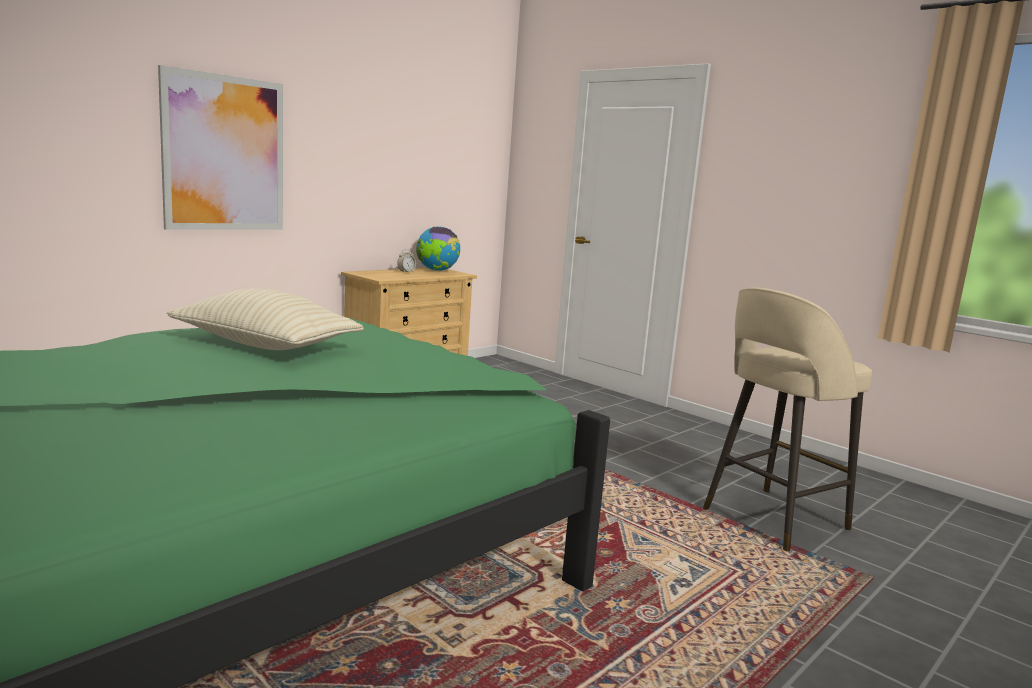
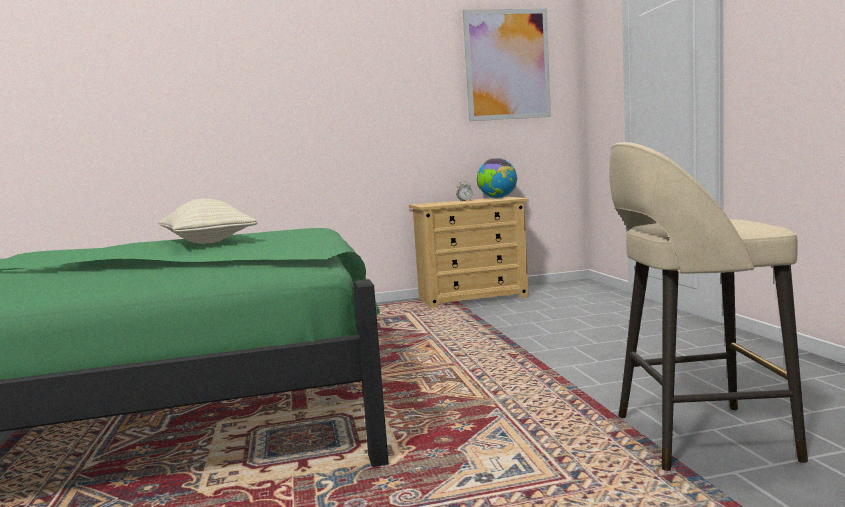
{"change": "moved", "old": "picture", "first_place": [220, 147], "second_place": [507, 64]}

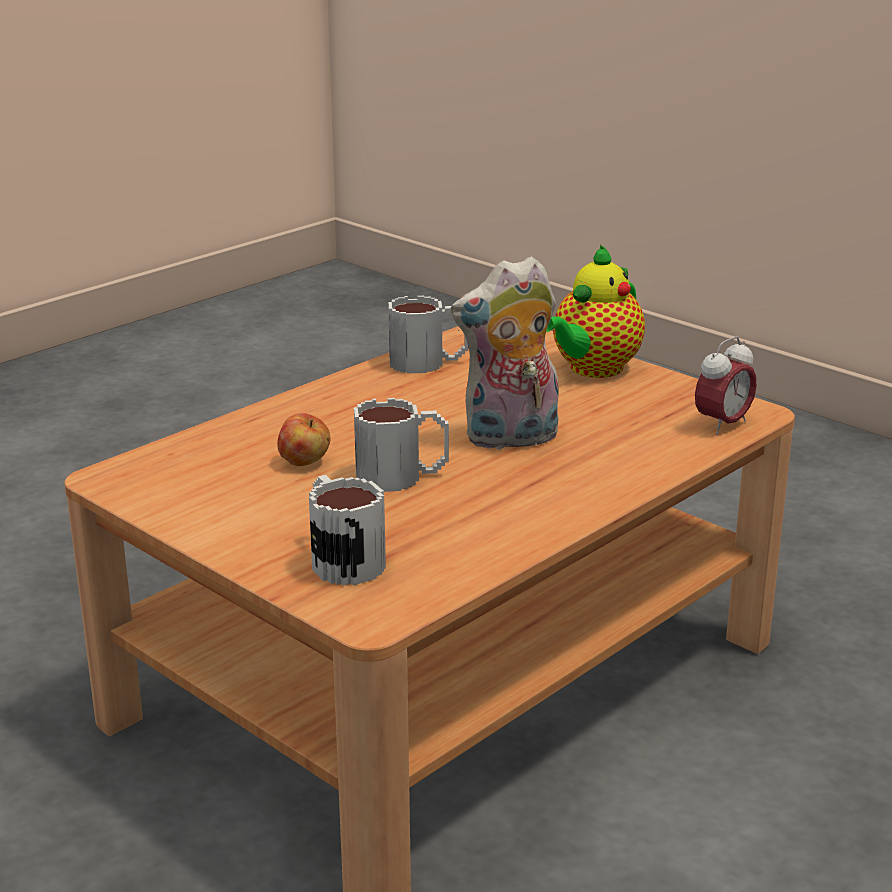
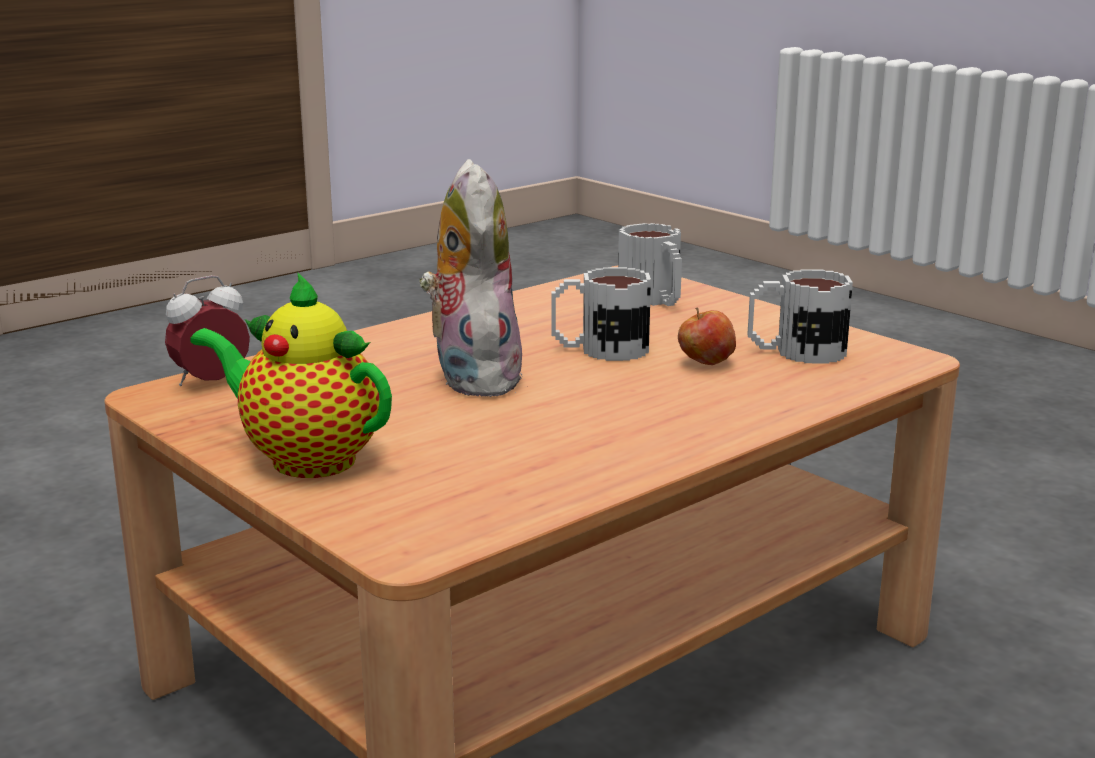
{"change": "moved", "old": "mug", "first_place": [428, 334], "second_place": [800, 316]}
{"change": "turned", "old": "plush toy", "first_place": [505, 353], "second_place": [471, 278], "degrees": -90}
{"change": "turned", "old": "teapot", "first_place": [595, 311], "second_place": [291, 375], "degrees": -105}

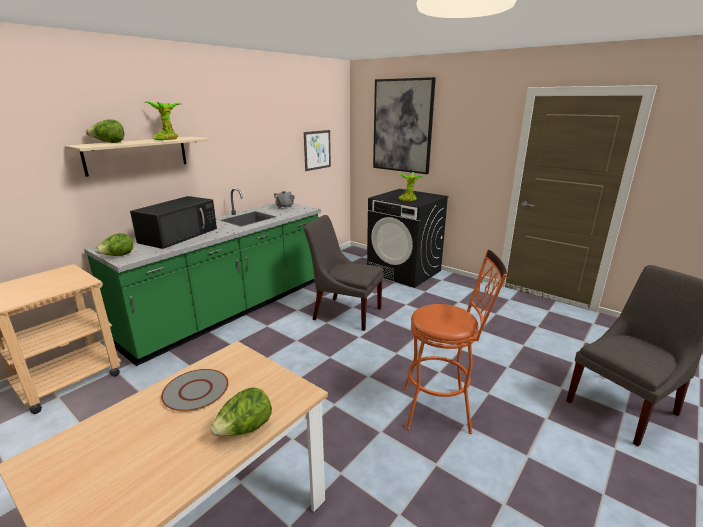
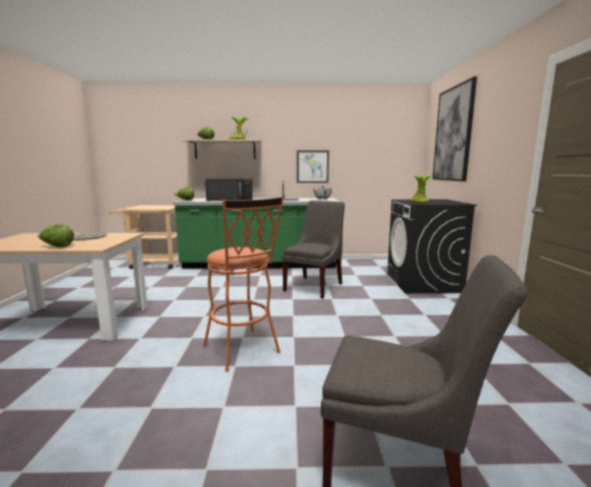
{"change": "moved", "old": "picture", "first_place": [317, 150], "second_place": [313, 166]}
{"change": "turned", "old": "grey chair", "first_place": [343, 273], "second_place": [313, 249], "degrees": 45}

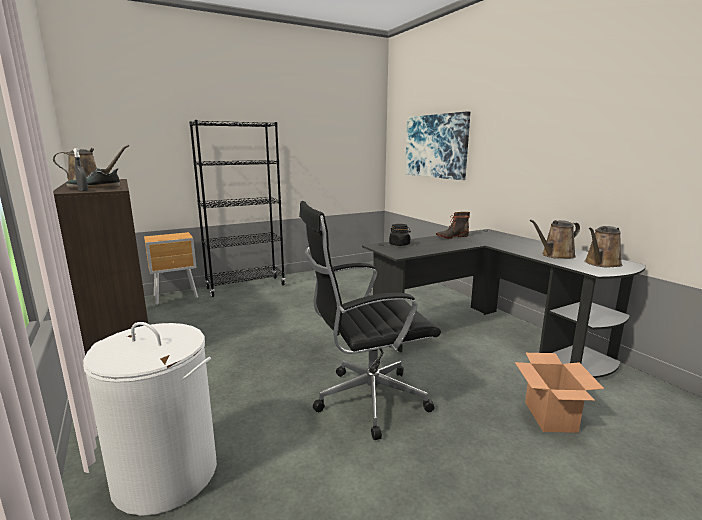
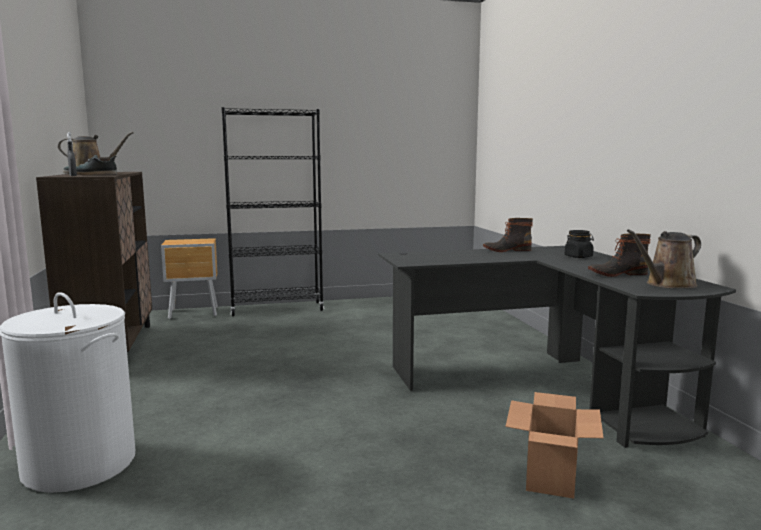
{"change": "removed", "old": "black office chair", "first_place": [370, 320]}
{"change": "removed", "old": "picture", "first_place": [437, 145]}
{"change": "moved", "old": "black jar", "first_place": [400, 235], "second_place": [579, 244]}
{"change": "replaced", "old": "brown watering can", "new": "boot", "first_place": [555, 239], "second_place": [619, 255]}

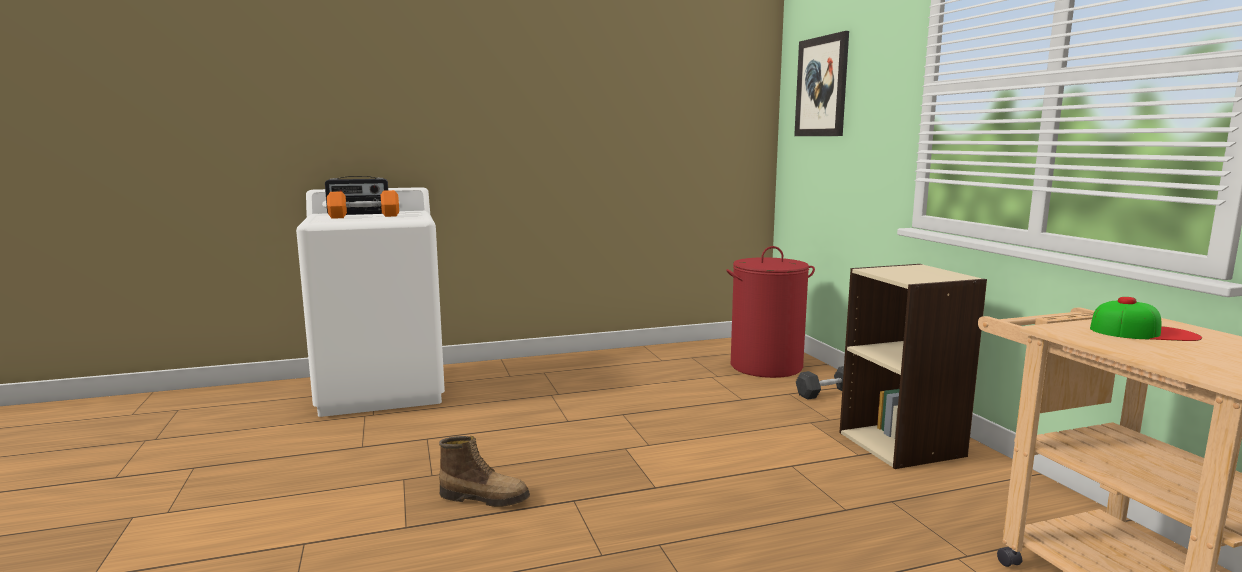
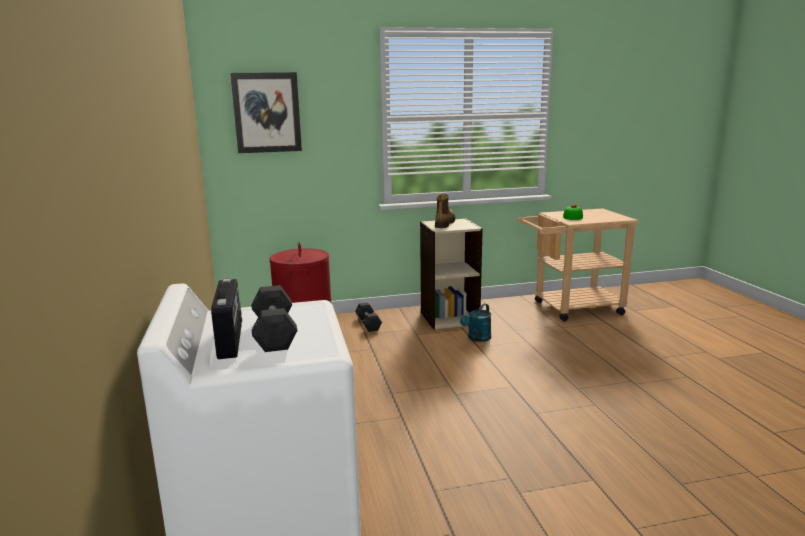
{"change": "added", "new": "turquoise watering can", "second_place": [475, 322]}
{"change": "moved", "old": "boot", "first_place": [484, 471], "second_place": [445, 211]}
{"change": "recoloured", "old": "orange dumbbell", "new": "grey dumbbell", "first_place": [363, 204], "second_place": [275, 318]}

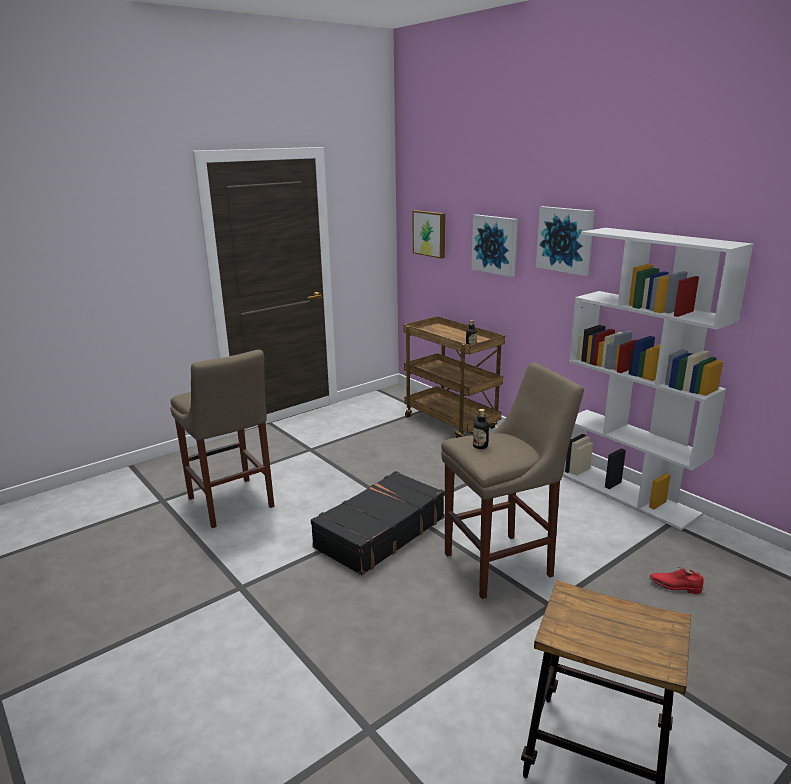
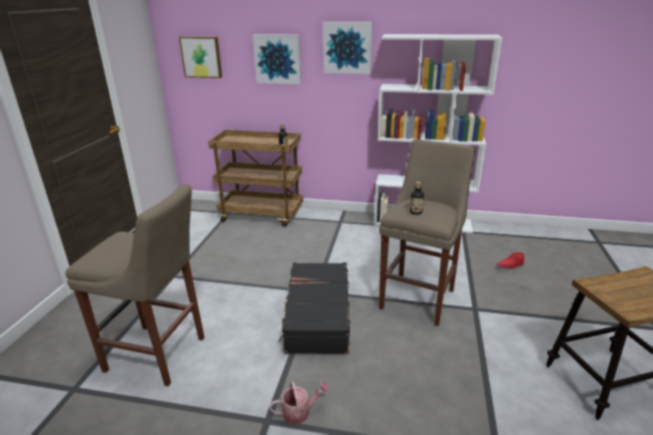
{"change": "added", "new": "watering can", "second_place": [299, 402]}

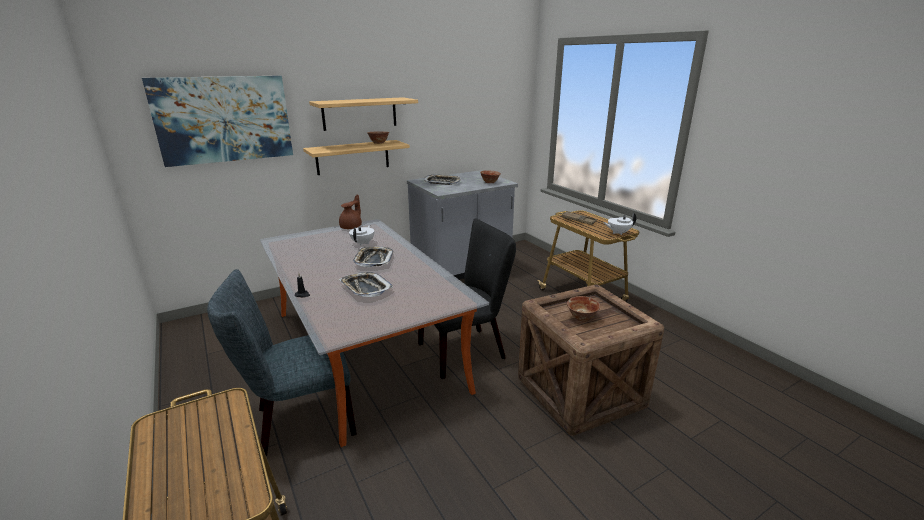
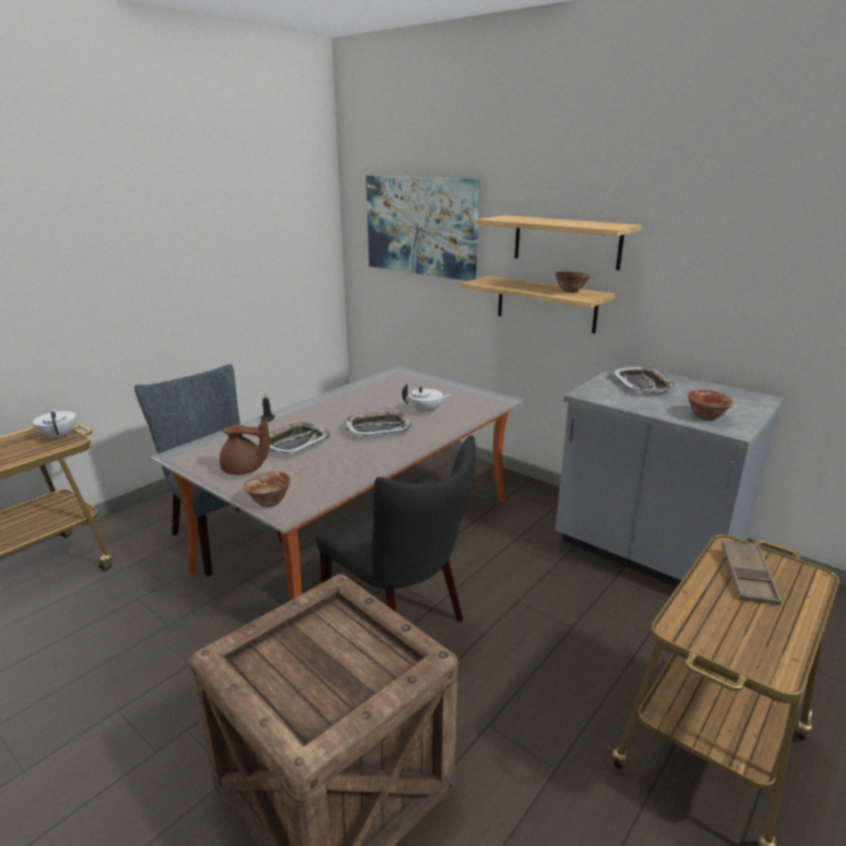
{"change": "moved", "old": "brown teapot", "first_place": [350, 212], "second_place": [244, 447]}
{"change": "moved", "old": "bowl", "first_place": [583, 309], "second_place": [267, 489]}
{"change": "moved", "old": "white teapot", "first_place": [619, 224], "second_place": [54, 424]}

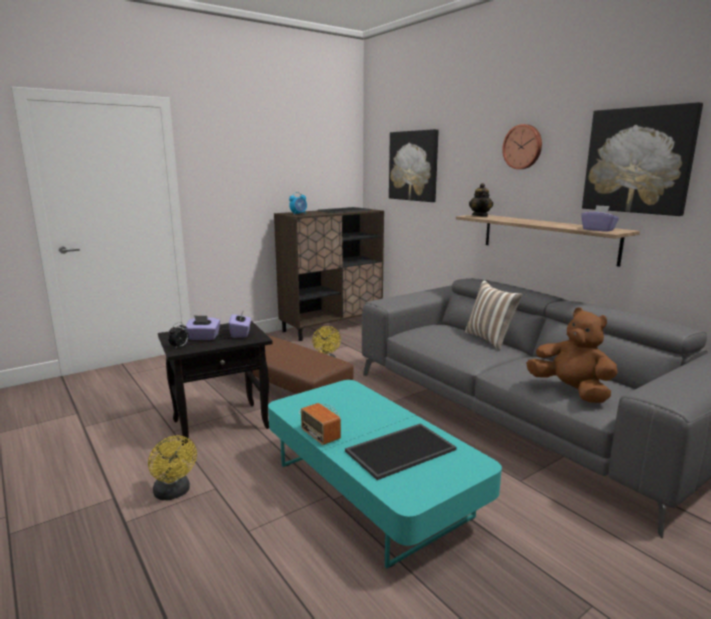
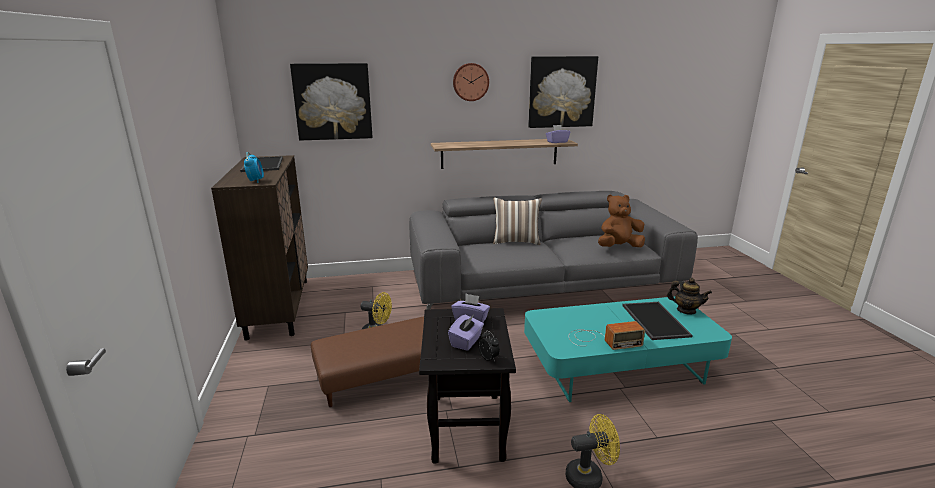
{"change": "moved", "old": "teapot", "first_place": [481, 200], "second_place": [689, 296]}

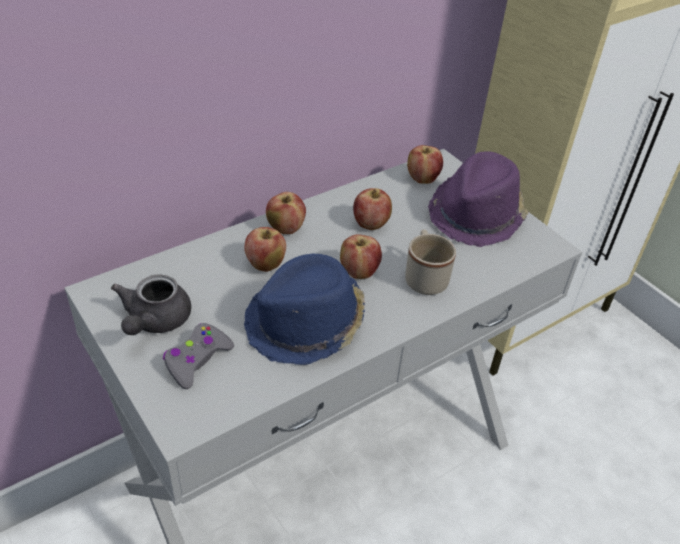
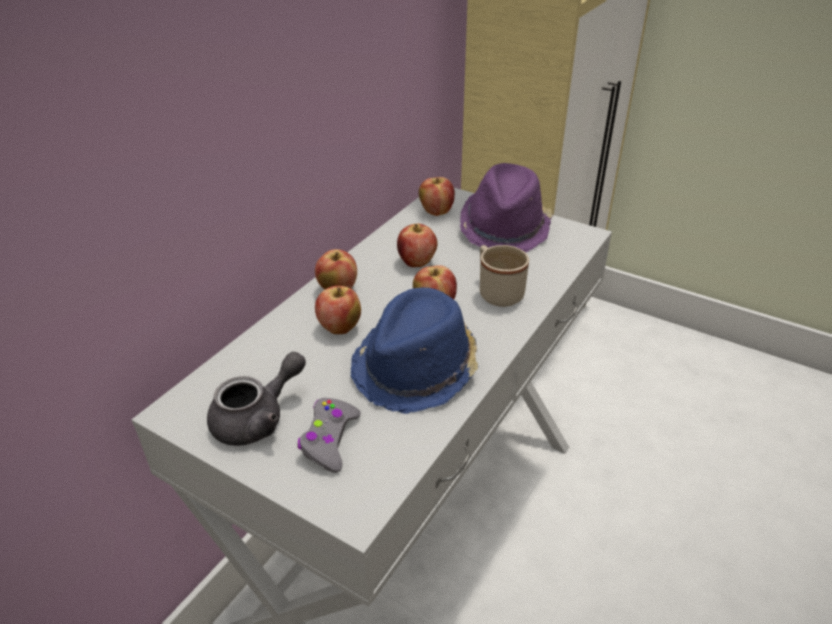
{"change": "turned", "old": "grey teapot", "first_place": [151, 304], "second_place": [256, 399], "degrees": -120}

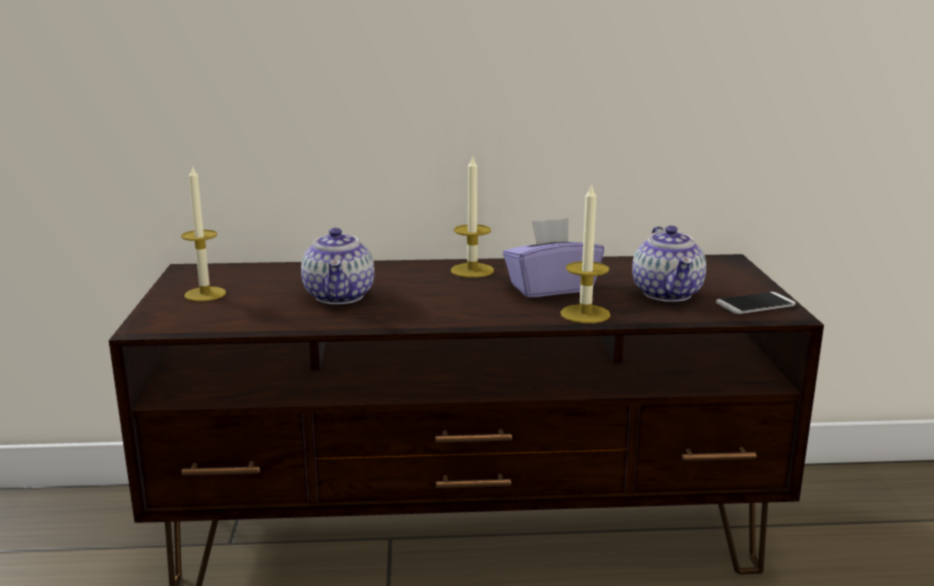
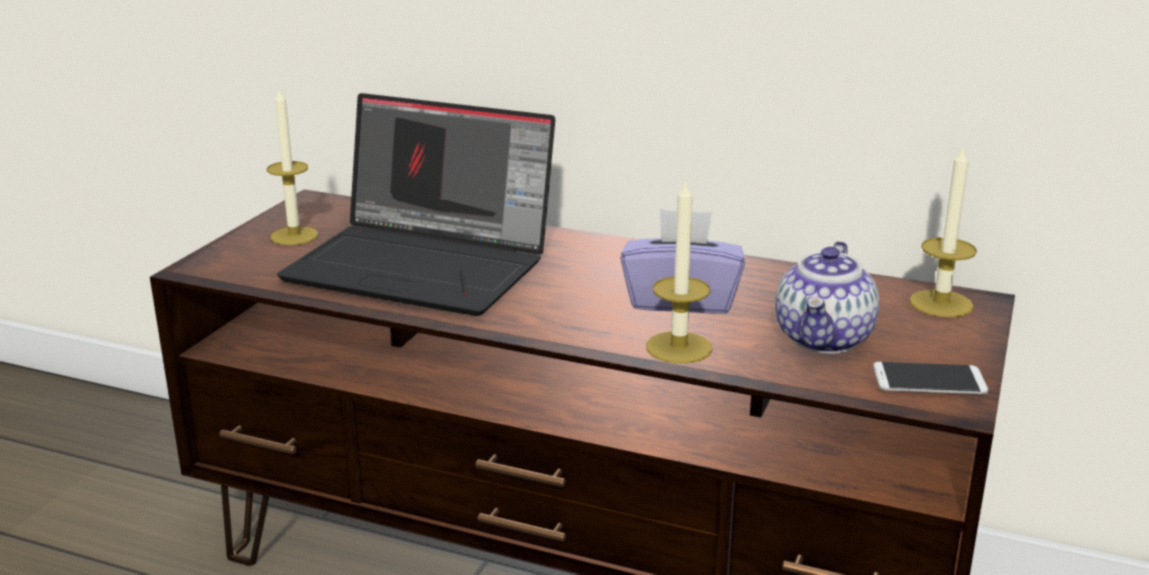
{"change": "moved", "old": "candle", "first_place": [472, 216], "second_place": [943, 230]}
{"change": "replaced", "old": "teapot", "new": "laptop", "first_place": [338, 266], "second_place": [416, 204]}

